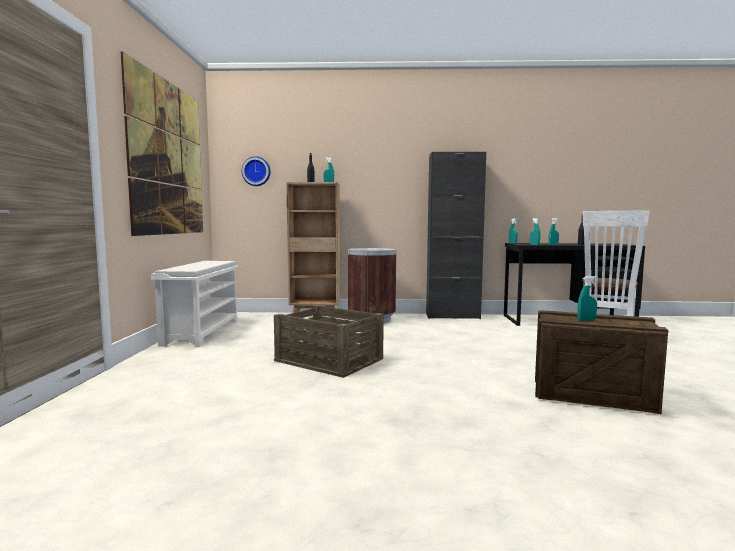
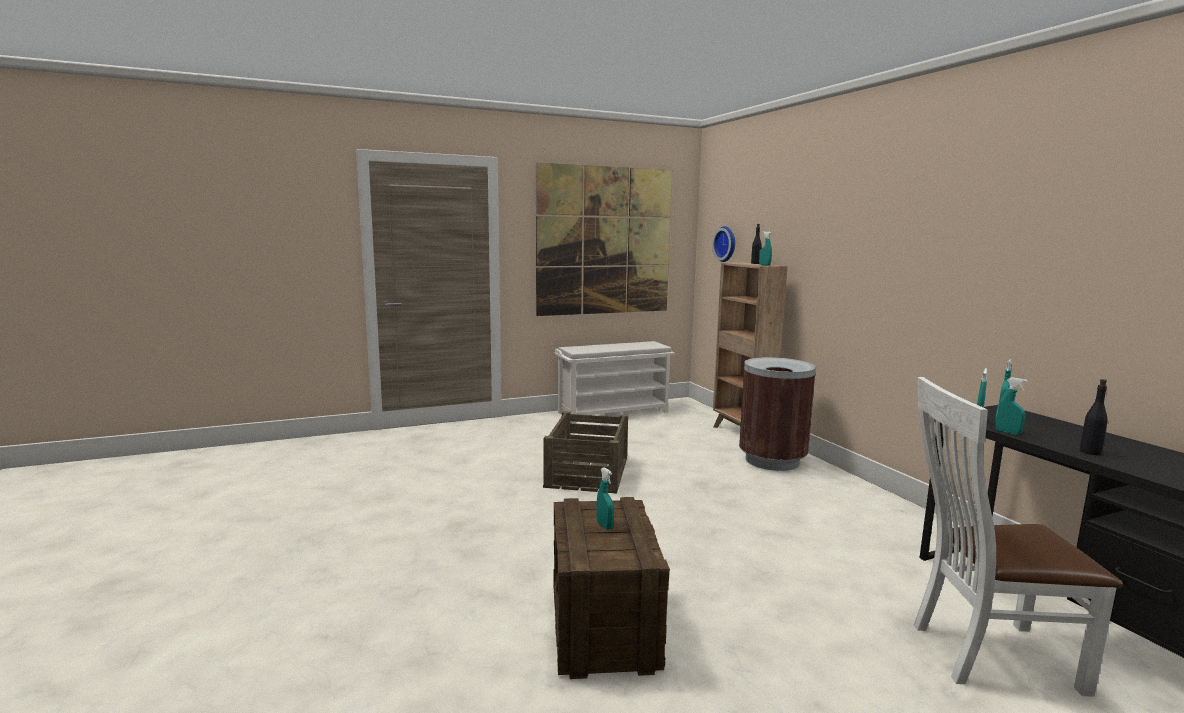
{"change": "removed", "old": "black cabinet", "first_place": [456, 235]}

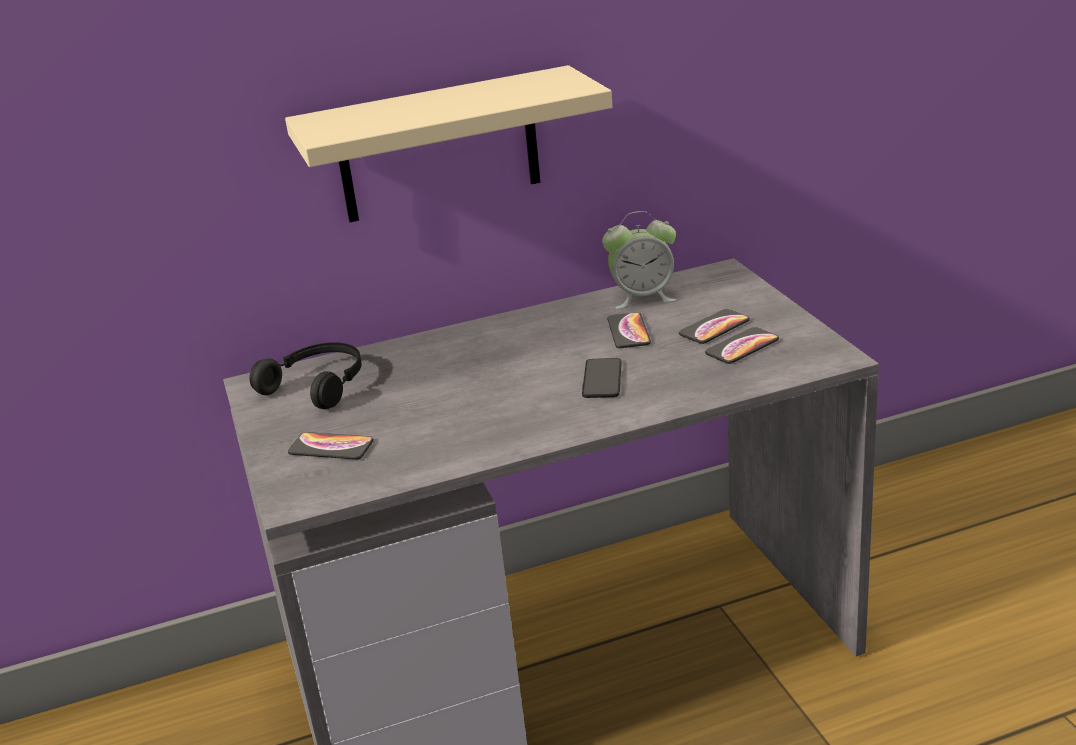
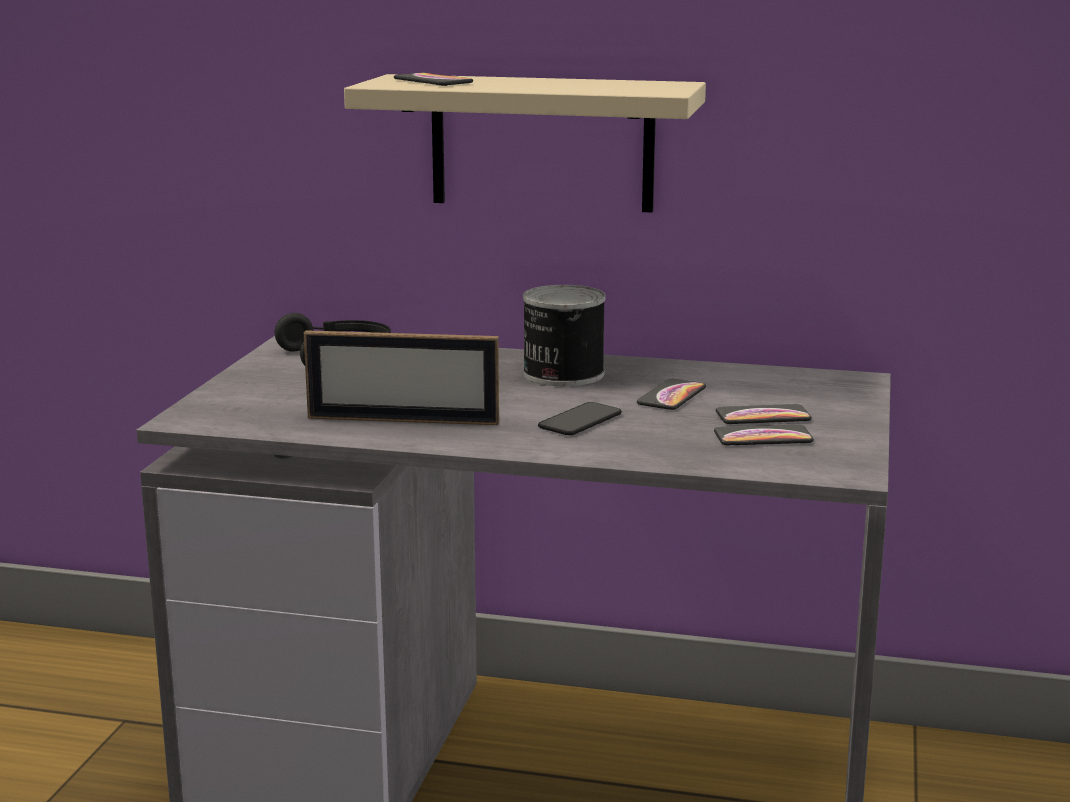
{"change": "removed", "old": "alarm clock", "first_place": [639, 260]}
{"change": "added", "new": "picture frame", "second_place": [401, 377]}
{"change": "added", "new": "can", "second_place": [564, 335]}
{"change": "moved", "old": "phone", "first_place": [331, 446], "second_place": [433, 79]}

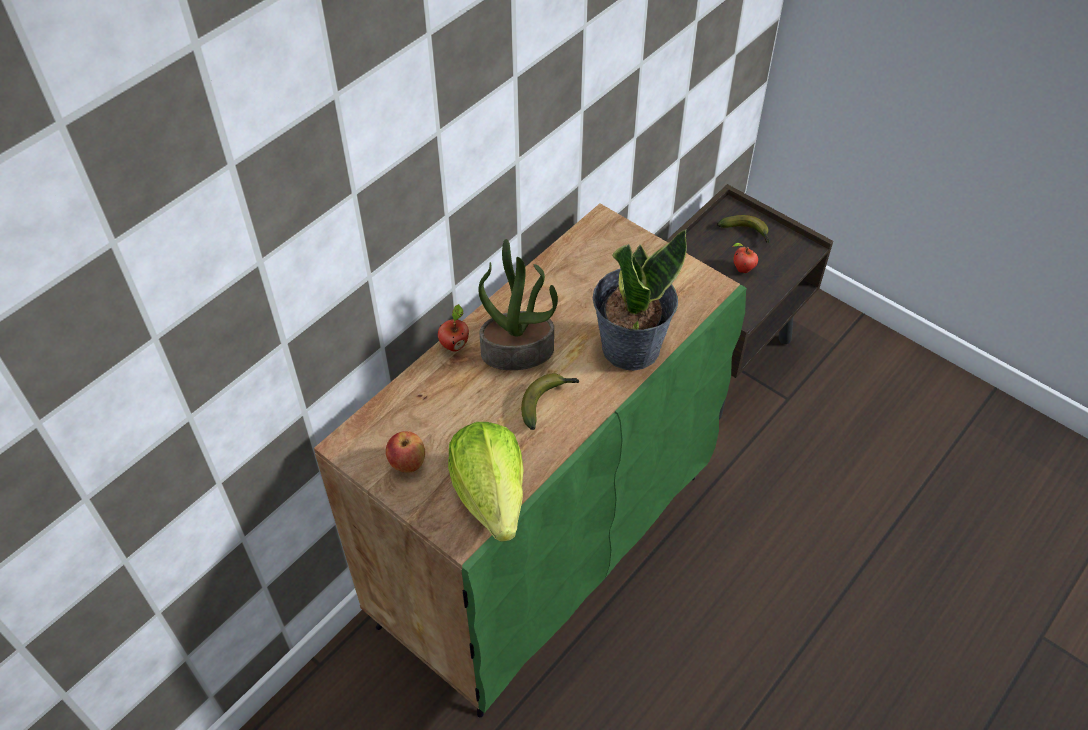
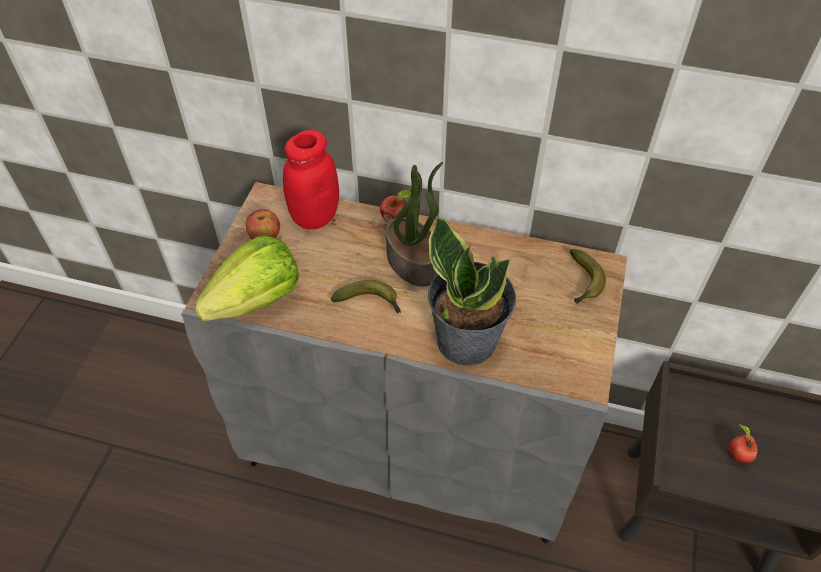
{"change": "added", "new": "red jar", "second_place": [311, 179]}
{"change": "moved", "old": "banana", "first_place": [743, 229], "second_place": [588, 276]}
{"change": "recoloured", "old": "green cabinet", "new": "grey cabinet", "first_place": [530, 460], "second_place": [404, 362]}

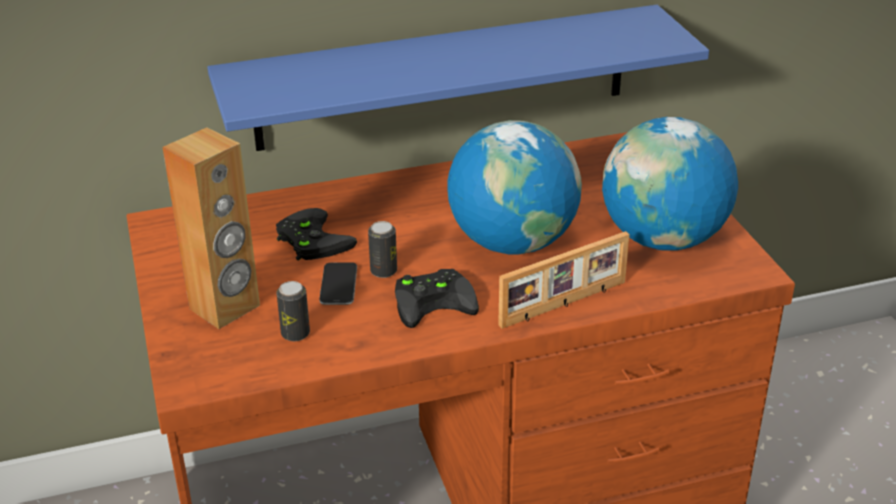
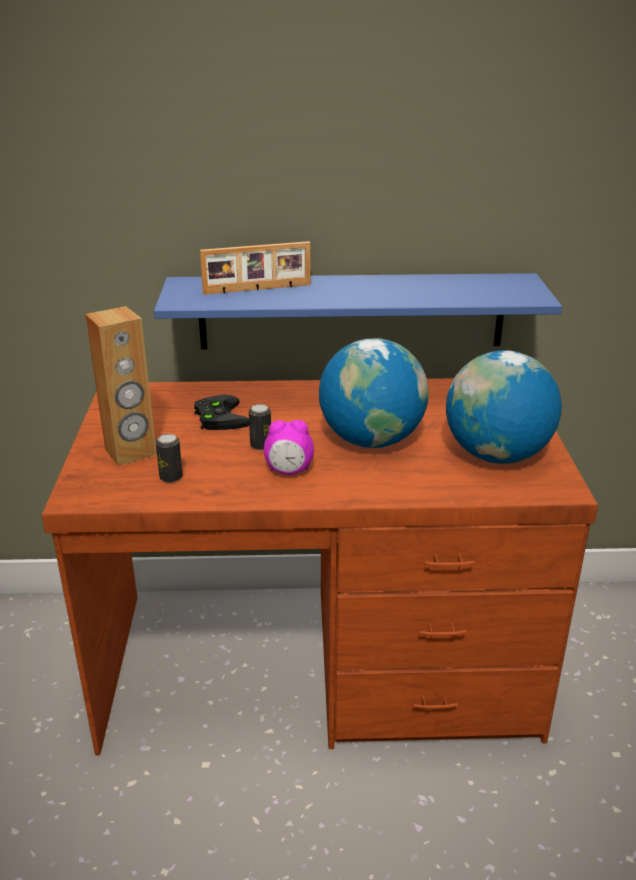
{"change": "removed", "old": "phone", "first_place": [338, 283]}
{"change": "moved", "old": "picture frame", "first_place": [564, 280], "second_place": [255, 268]}
{"change": "replaced", "old": "black game controller", "new": "alarm clock", "first_place": [437, 298], "second_place": [289, 447]}

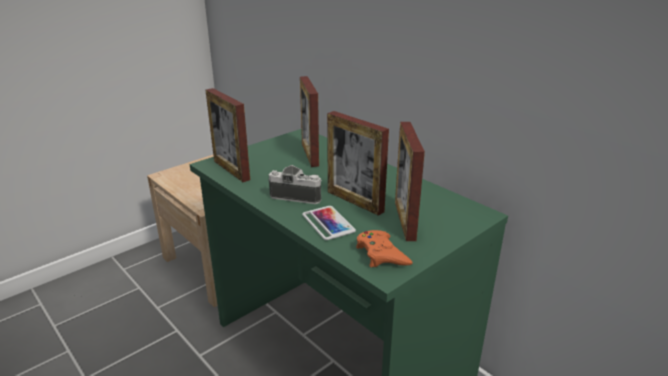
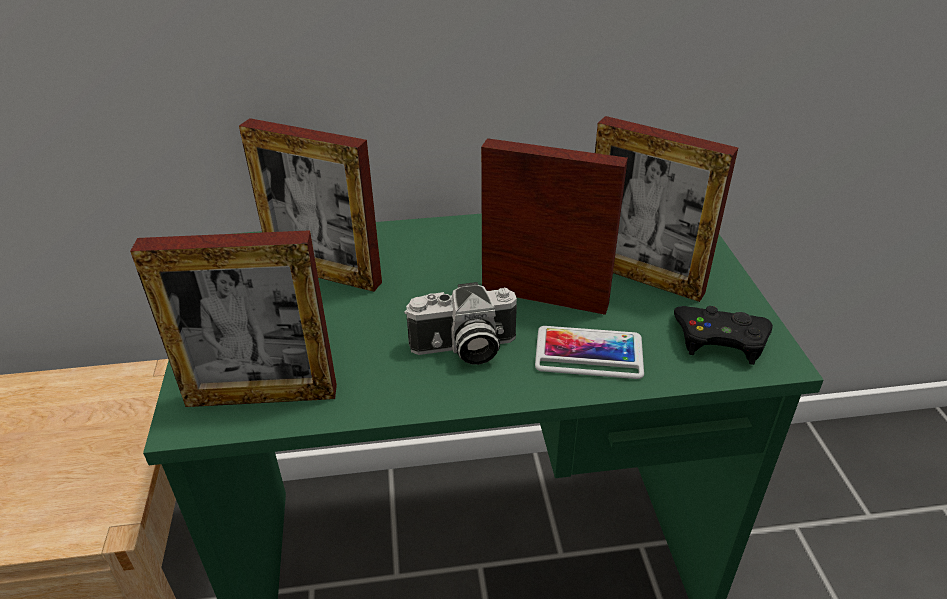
{"change": "recoloured", "old": "orange game controller", "new": "black game controller", "first_place": [384, 248], "second_place": [723, 335]}
{"change": "turned", "old": "photo camera", "first_place": [295, 184], "second_place": [460, 323], "degrees": -150}
{"change": "turned", "old": "picture frame", "first_place": [358, 163], "second_place": [554, 226], "degrees": -150}

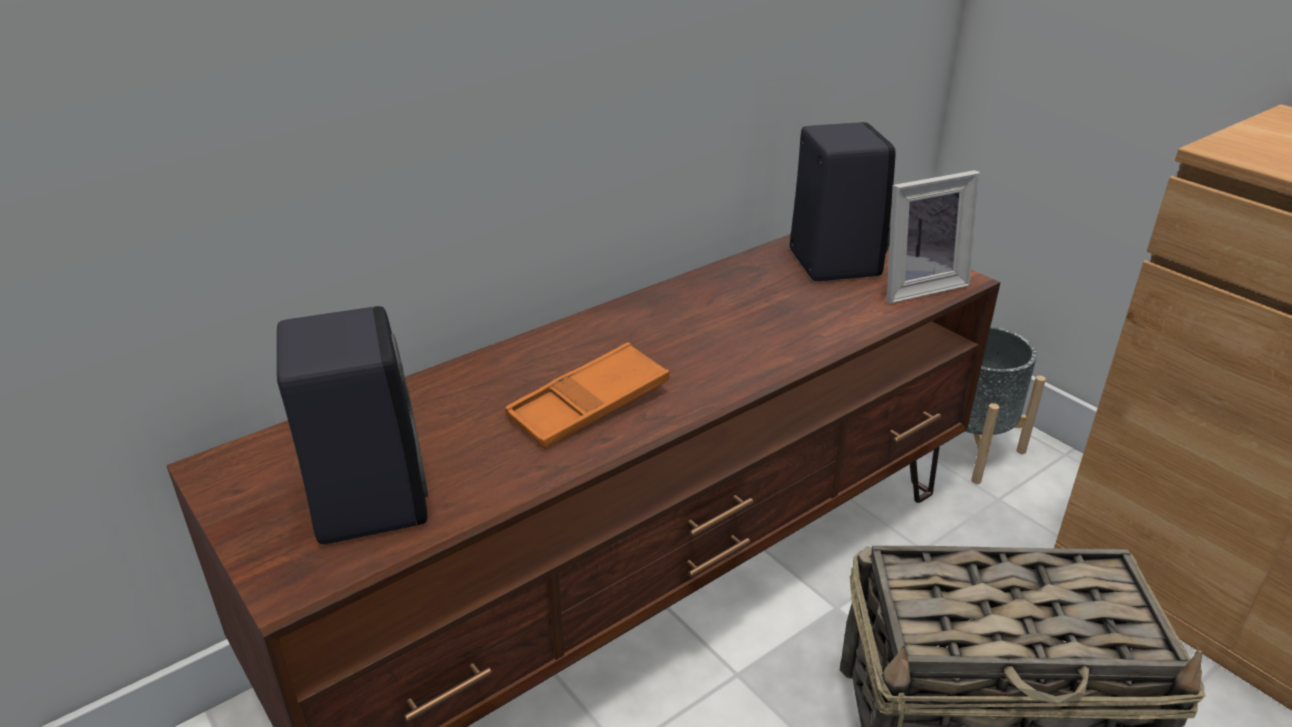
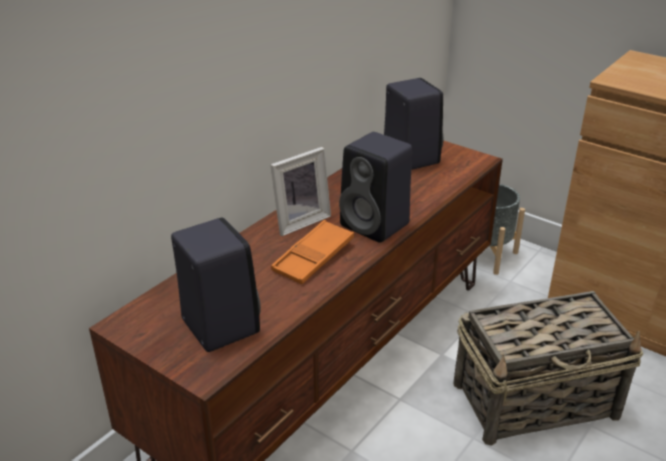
{"change": "added", "new": "black speaker", "second_place": [375, 187]}
{"change": "moved", "old": "picture frame", "first_place": [933, 237], "second_place": [300, 191]}

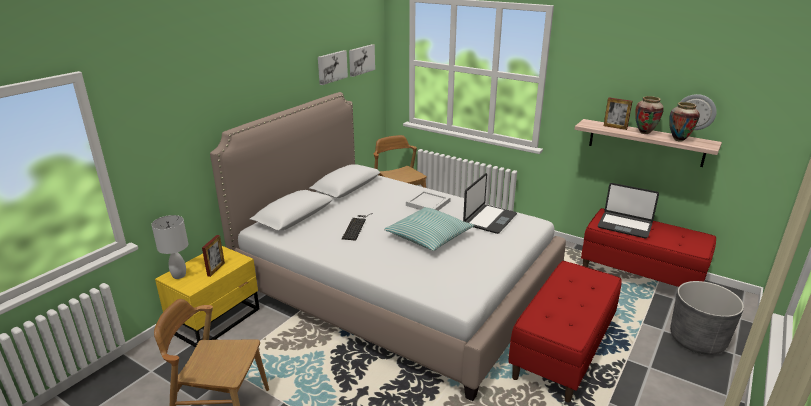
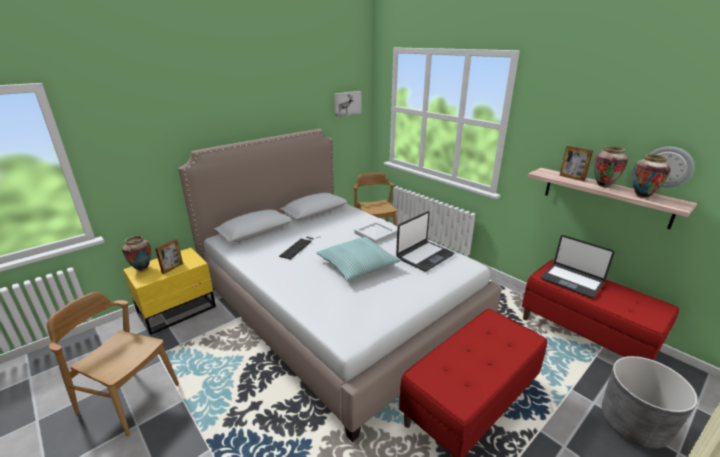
{"change": "removed", "old": "picture", "first_place": [333, 67]}
{"change": "replaced", "old": "white table lamp", "new": "vase", "first_place": [169, 247], "second_place": [136, 253]}

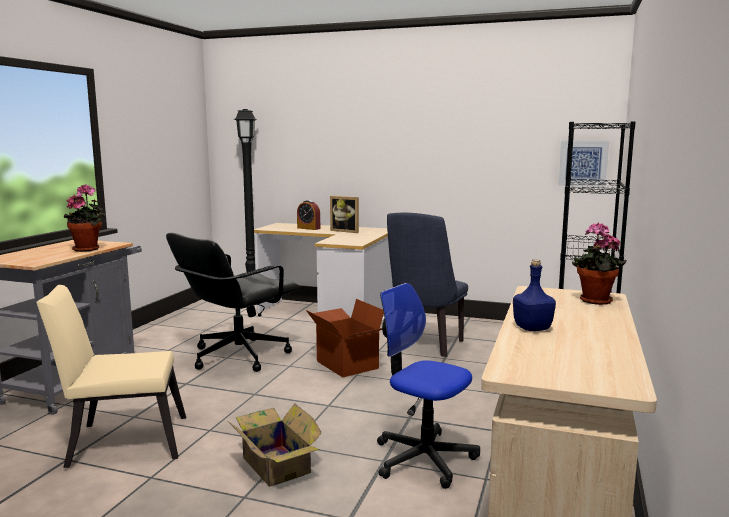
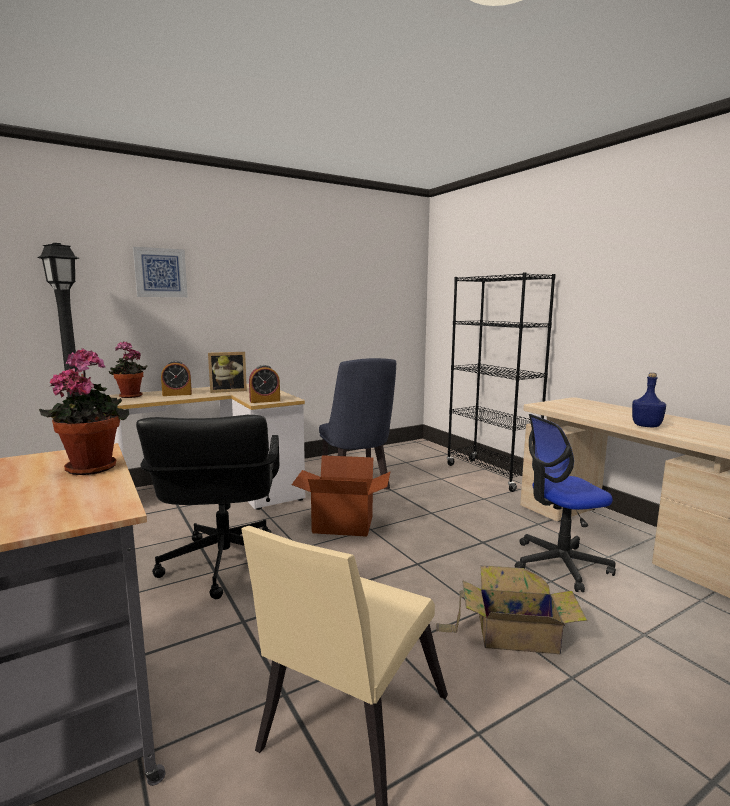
{"change": "added", "new": "alarm clock", "second_place": [264, 384]}
{"change": "moved", "old": "picture", "first_place": [583, 164], "second_place": [160, 272]}
{"change": "moved", "old": "potted plant", "first_place": [599, 264], "second_place": [128, 369]}

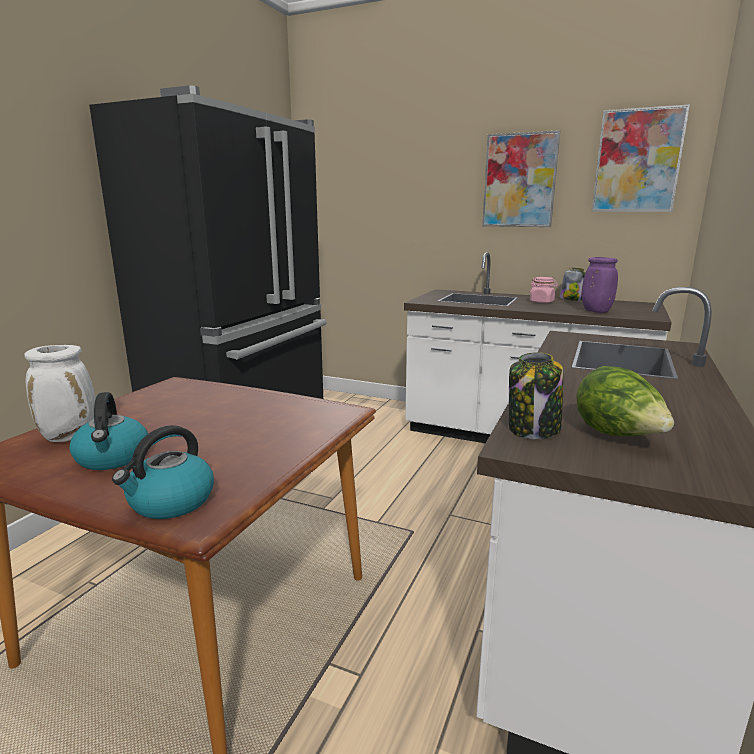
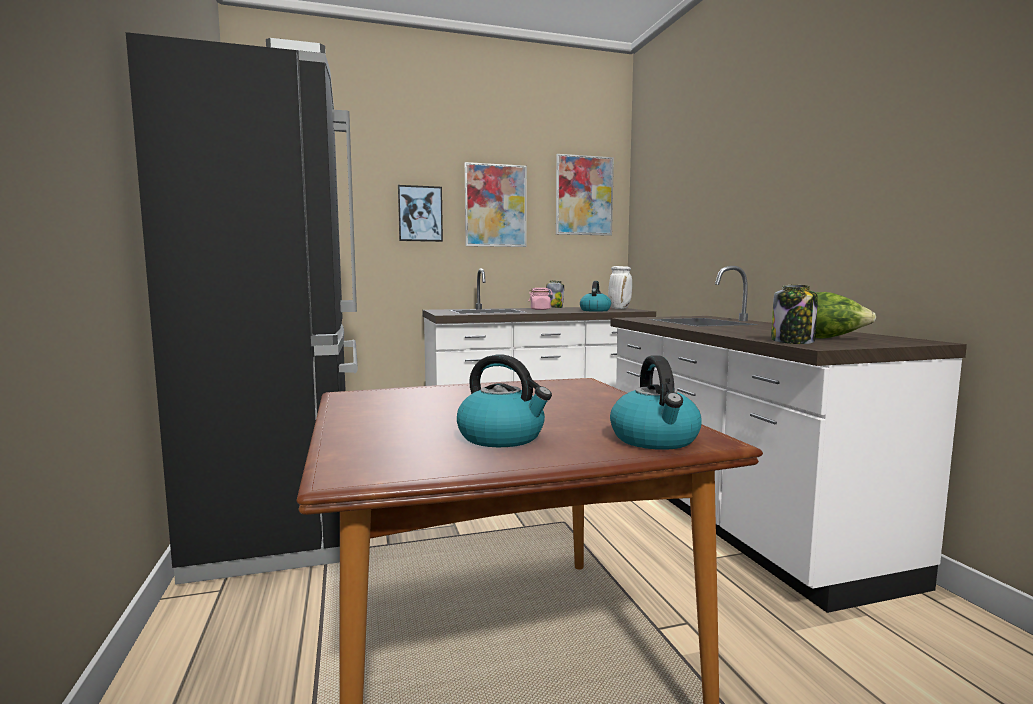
{"change": "added", "new": "picture", "second_place": [420, 213]}
{"change": "moved", "old": "white vase", "first_place": [59, 393], "second_place": [620, 287]}
{"change": "replaced", "old": "purple vase", "new": "kettle", "first_place": [599, 285], "second_place": [595, 296]}

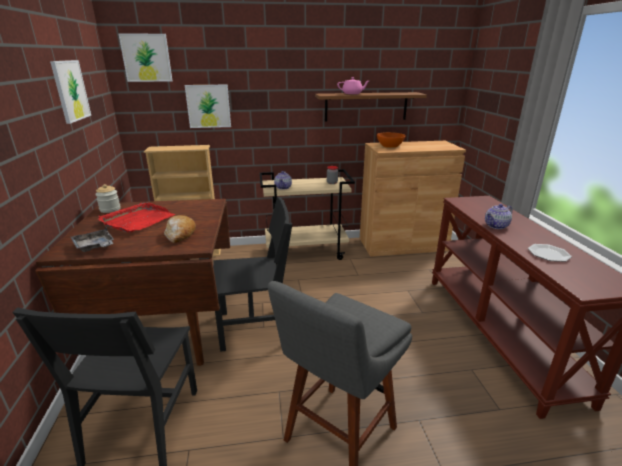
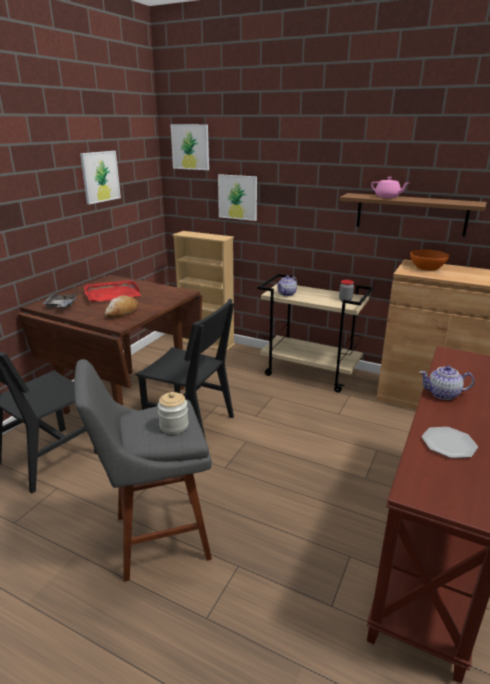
{"change": "moved", "old": "jar", "first_place": [107, 198], "second_place": [172, 413]}

